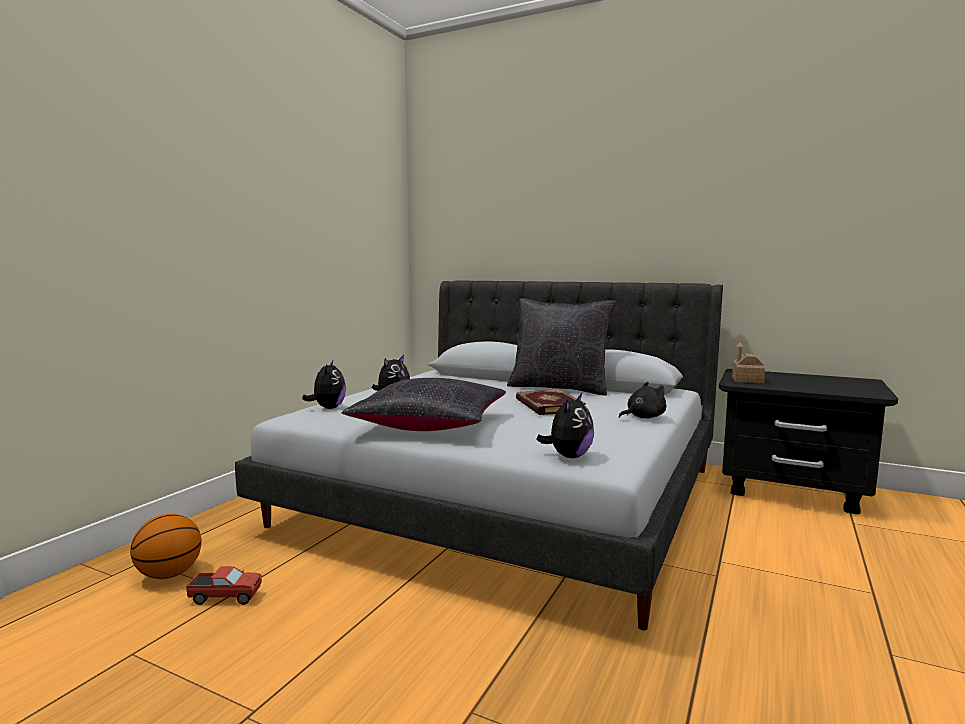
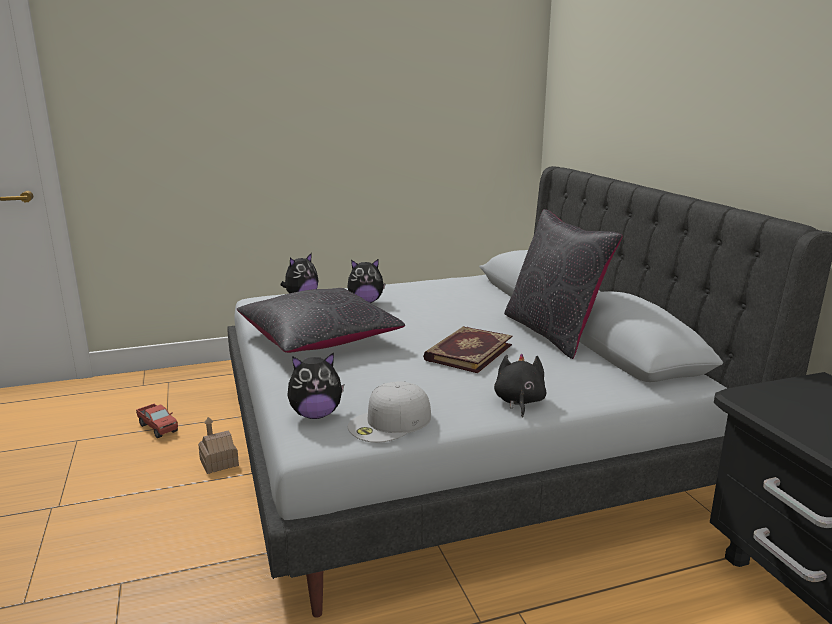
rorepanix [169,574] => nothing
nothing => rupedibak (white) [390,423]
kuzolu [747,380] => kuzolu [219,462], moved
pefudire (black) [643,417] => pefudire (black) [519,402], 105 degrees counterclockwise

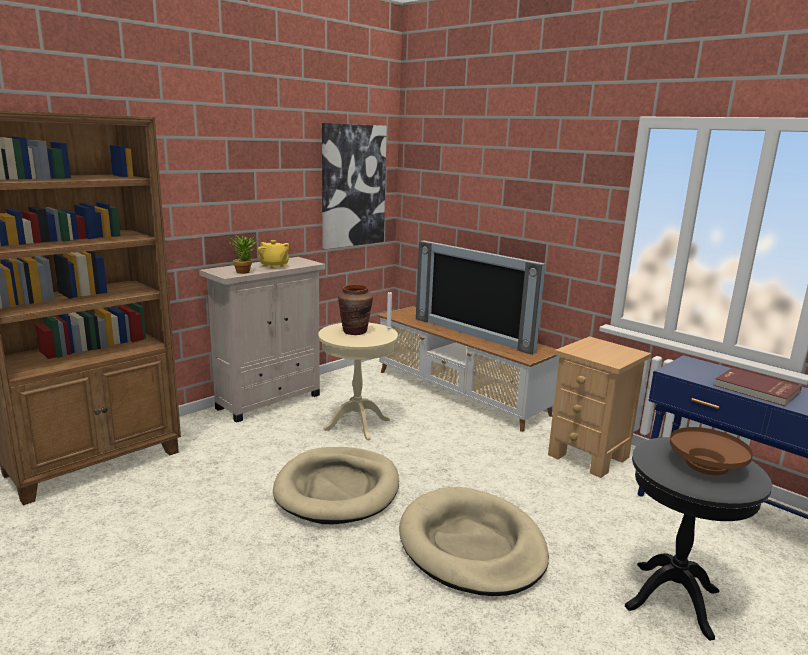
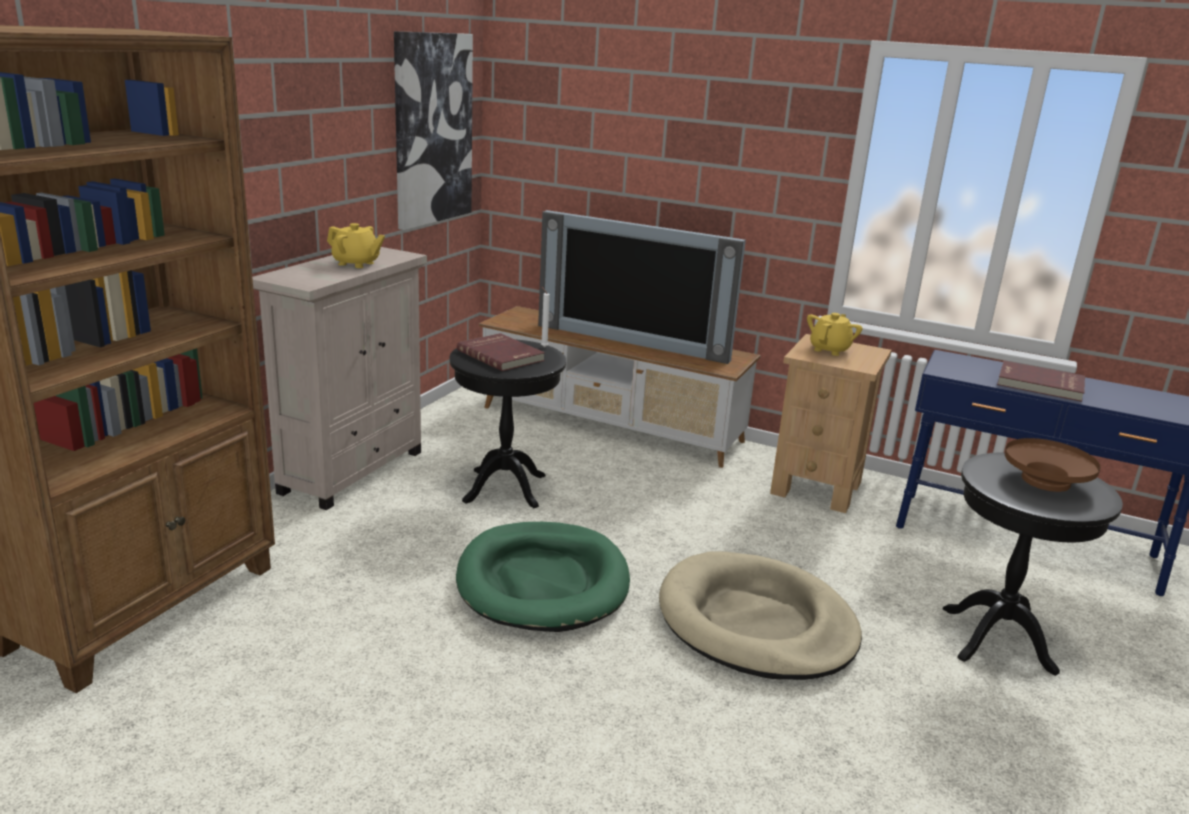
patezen [244,271] => nothing
nothing => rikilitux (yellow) [830,350]
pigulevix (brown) [354,331] => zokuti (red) [501,355]
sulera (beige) [338,489] => sulera (green) [543,582]
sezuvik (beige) [357,424] => sezuvik (black) [505,488]

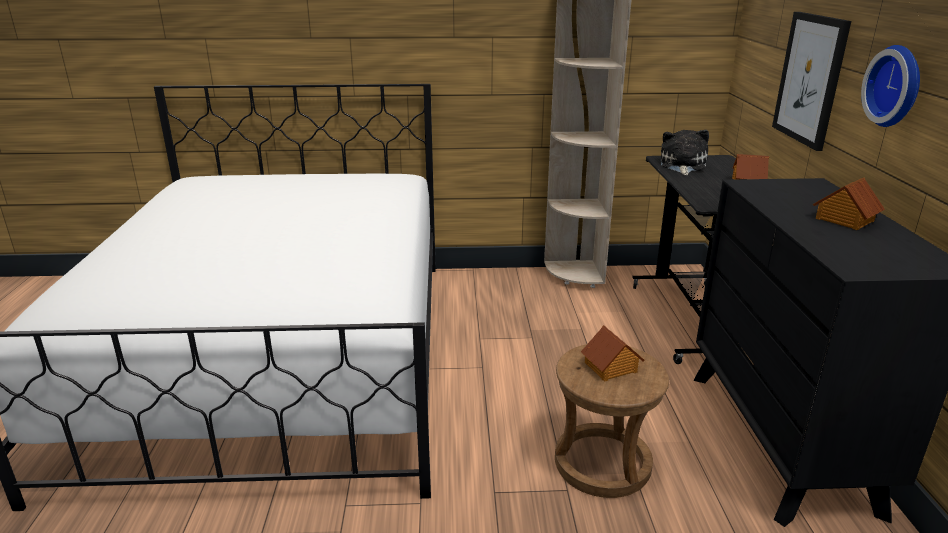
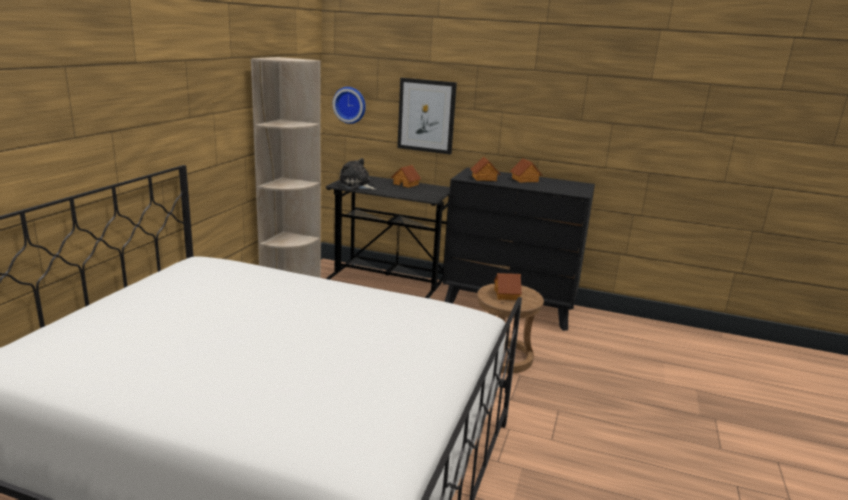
nothing => kuzolu [484,178]
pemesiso [897,86] => pemesiso [350,105], moved

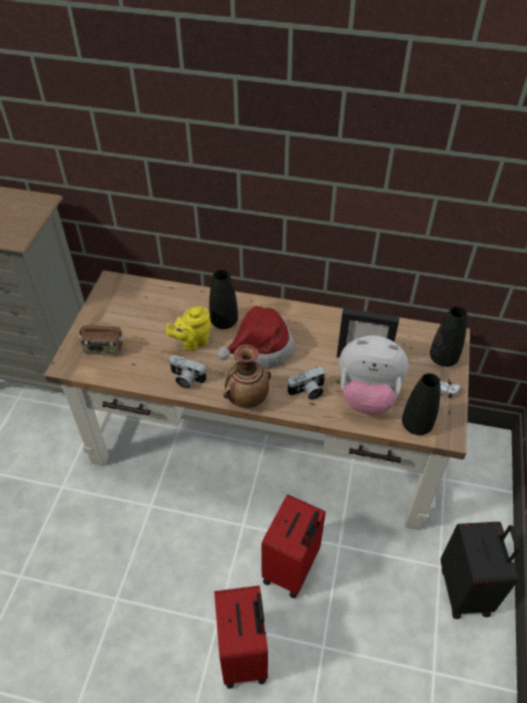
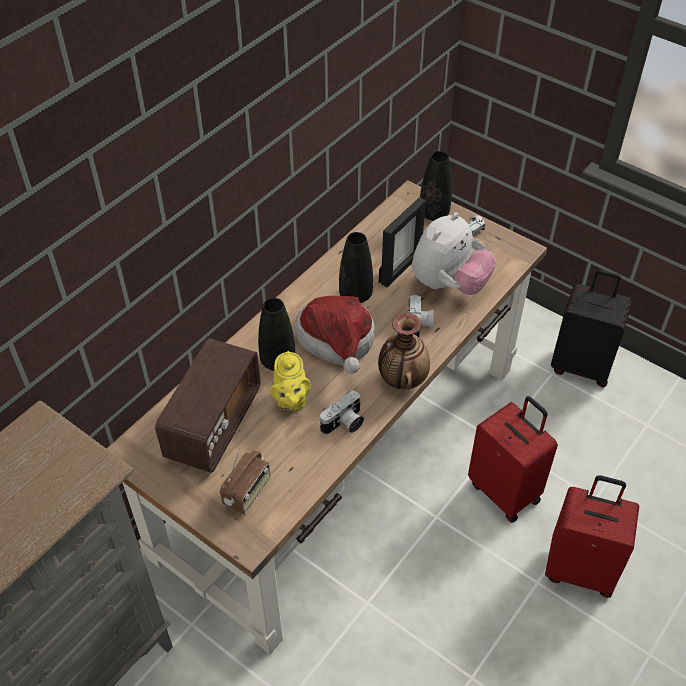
nothing => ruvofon [213,424]
pigulevix (black) [416,425] => pigulevix (black) [355,295], moved

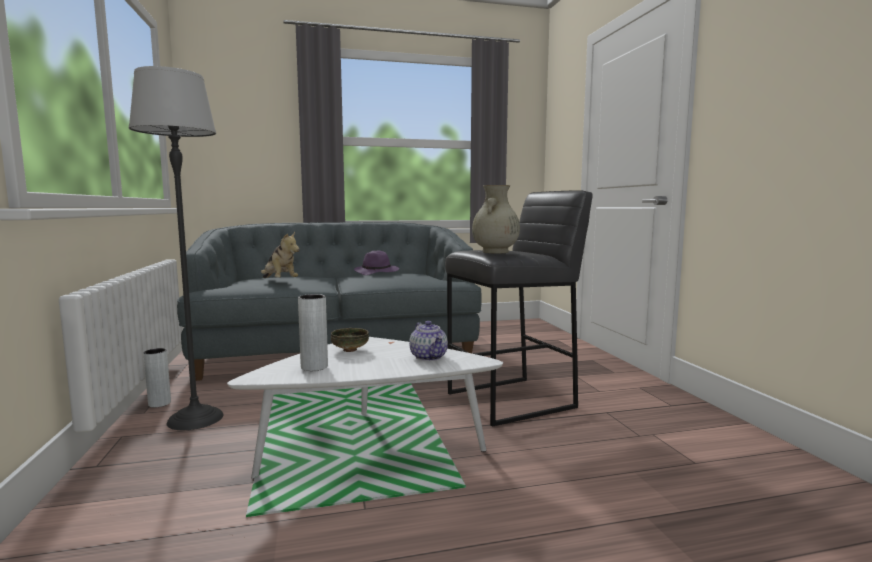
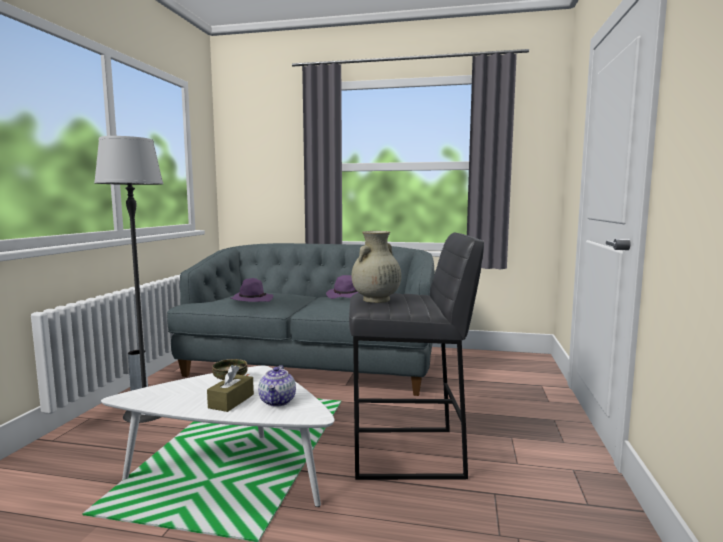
pigulevix (grey) [314,367] => nothing
nothing => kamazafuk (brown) [231,401]
pefudire [279,281] => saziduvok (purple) [252,300]

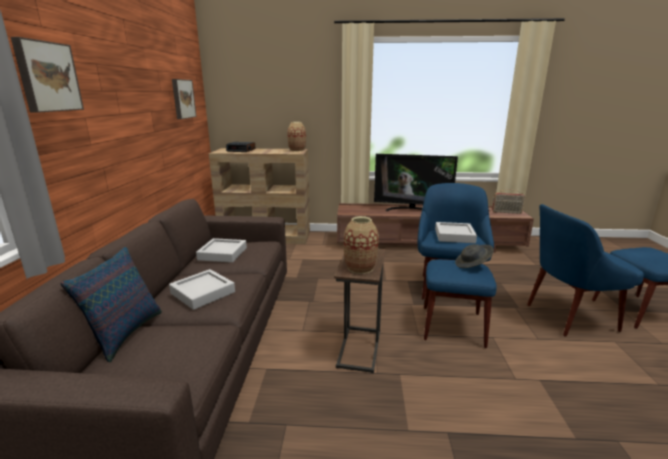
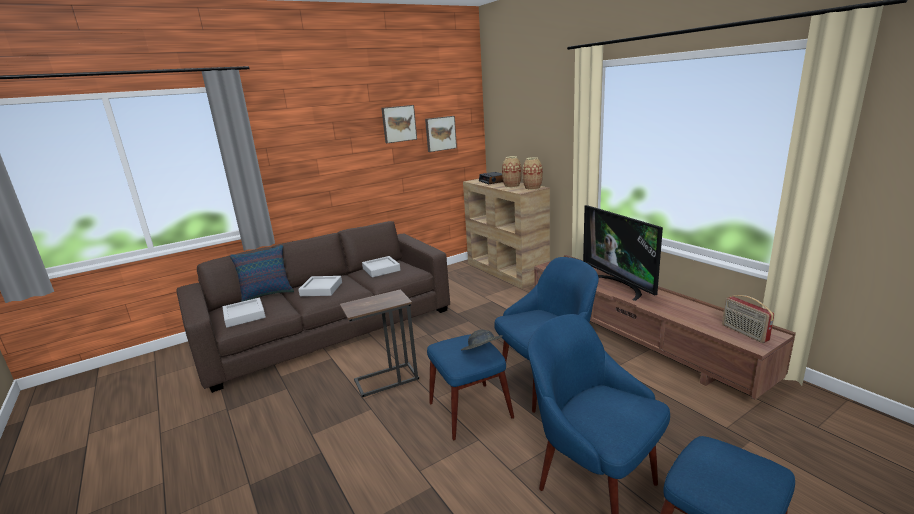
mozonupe [47,77] => mozonupe [398,124], moved
pigulevix [360,268] => pigulevix [512,186], moved
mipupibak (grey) [454,236] => mipupibak (grey) [244,316], moved

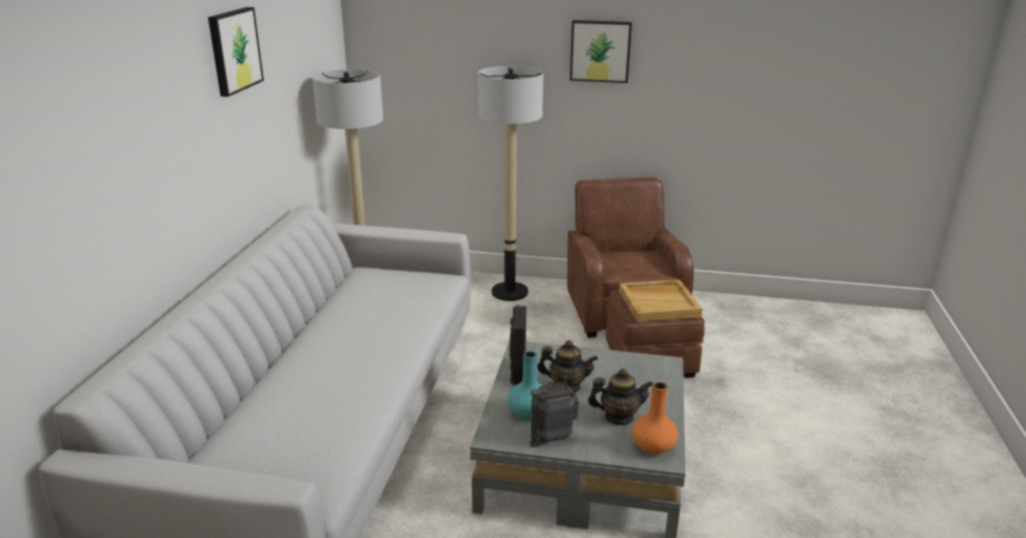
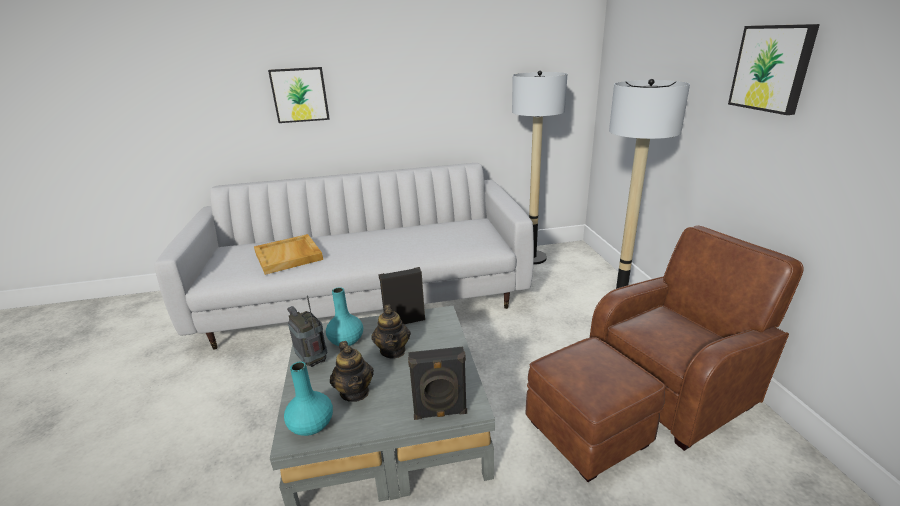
nothing => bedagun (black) [440,413]
mozonupe [233,50] => mozonupe [300,95], moved
mipupibak (beige) [659,303] => mipupibak (beige) [289,256], moved
pigulevix (orange) [652,446] => pigulevix (turquoise) [311,425]

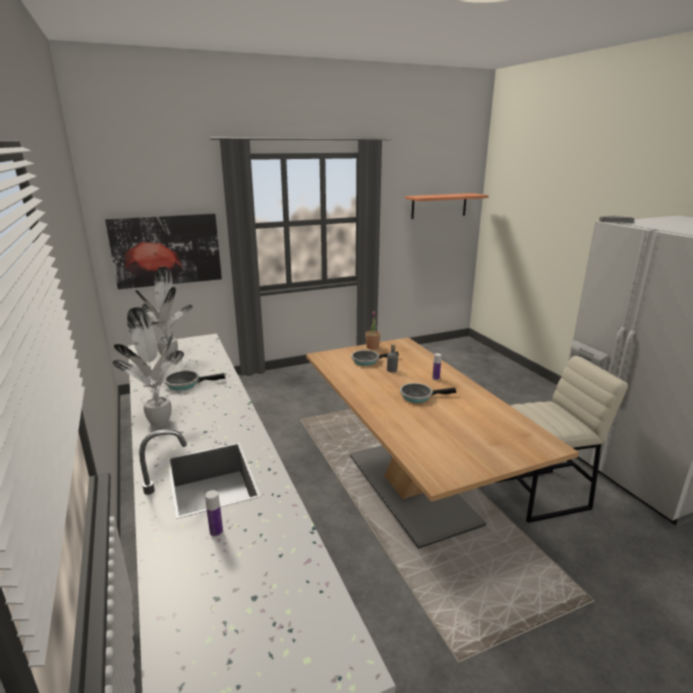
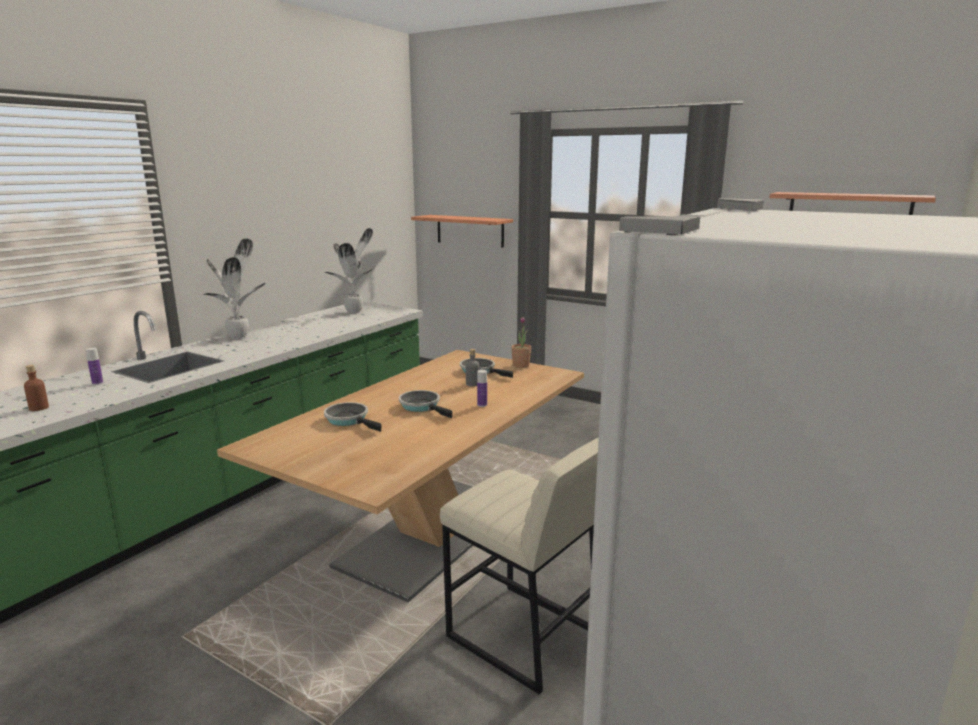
nothing => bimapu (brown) [39,408]
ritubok [186,383] => ritubok [349,420], moved
mozonupe [166,250] => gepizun [470,230]

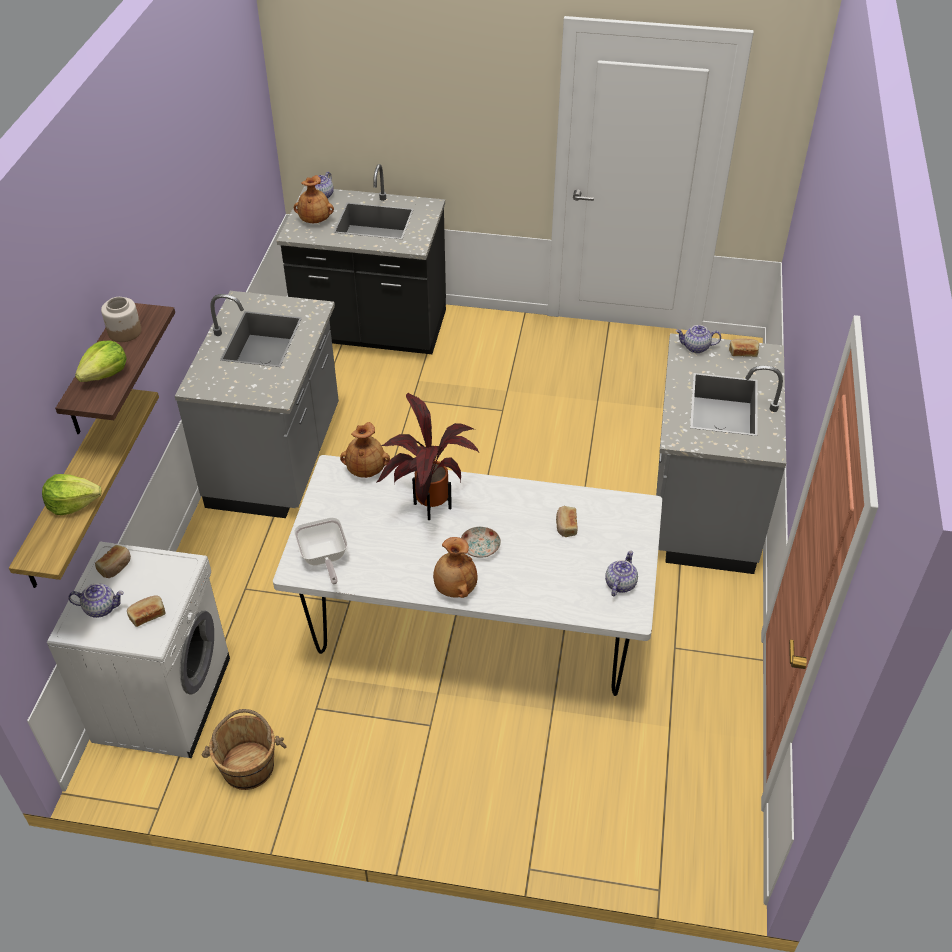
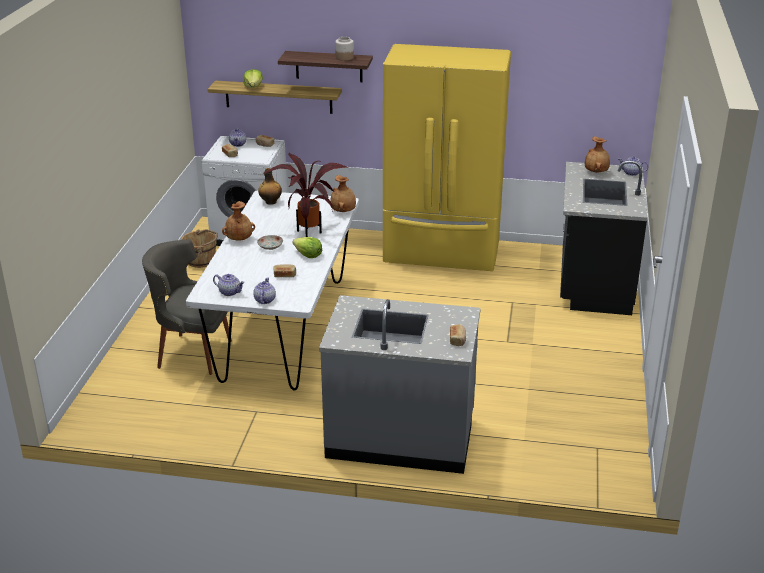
nothing => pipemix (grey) [195,355]
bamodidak [105,374] => bamodidak [308,255], moved
rikilitux [695,347] => rikilitux [264,300], moved
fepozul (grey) [277,459] => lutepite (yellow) [441,254]
ritubok [324,558] => bimapu [270,202]

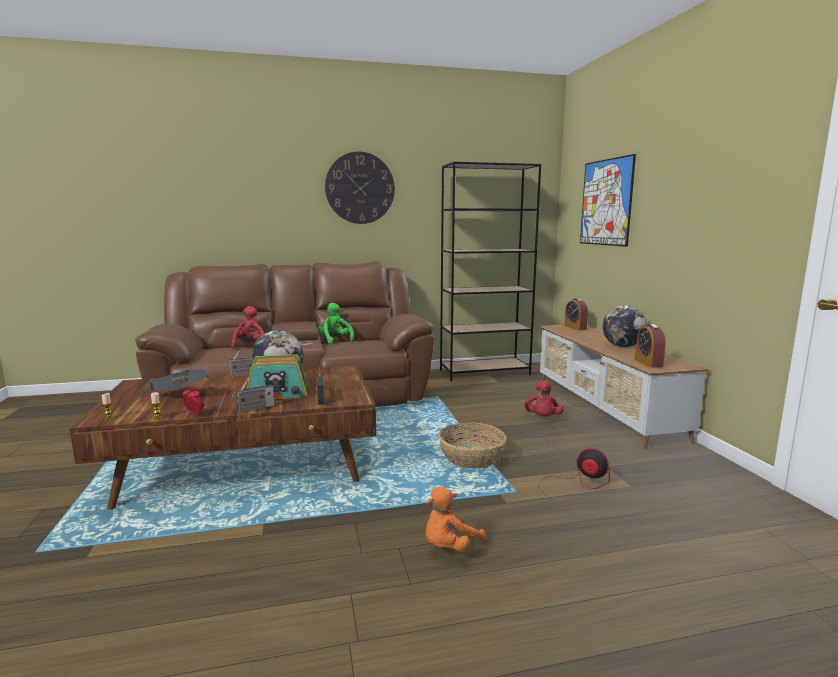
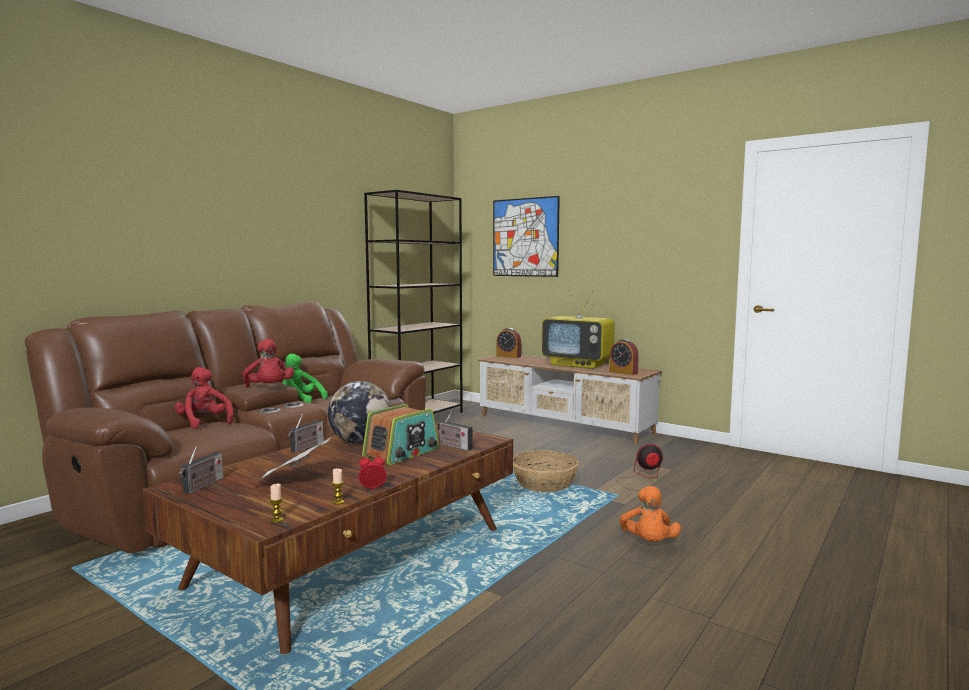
pemesiso [360,188] => nothing
ruvofon [254,409] => ruvofon [202,486], moved
pefudire (red) [542,418] => pefudire (red) [269,388], moved
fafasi [622,346] => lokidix [578,364]

